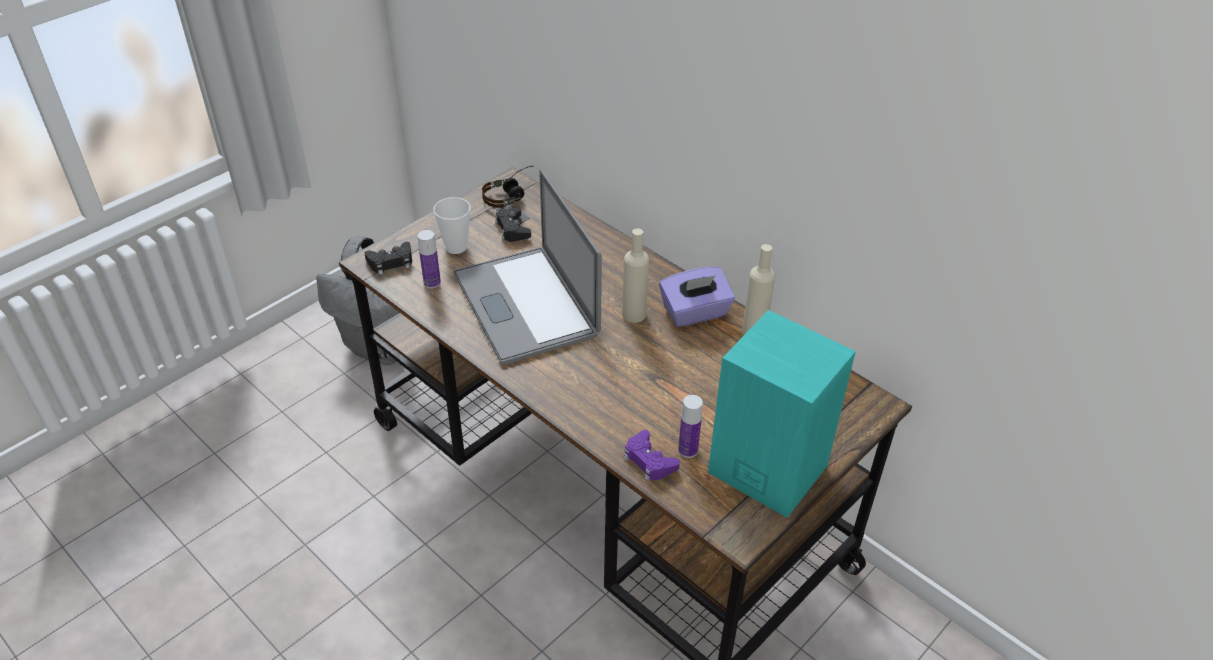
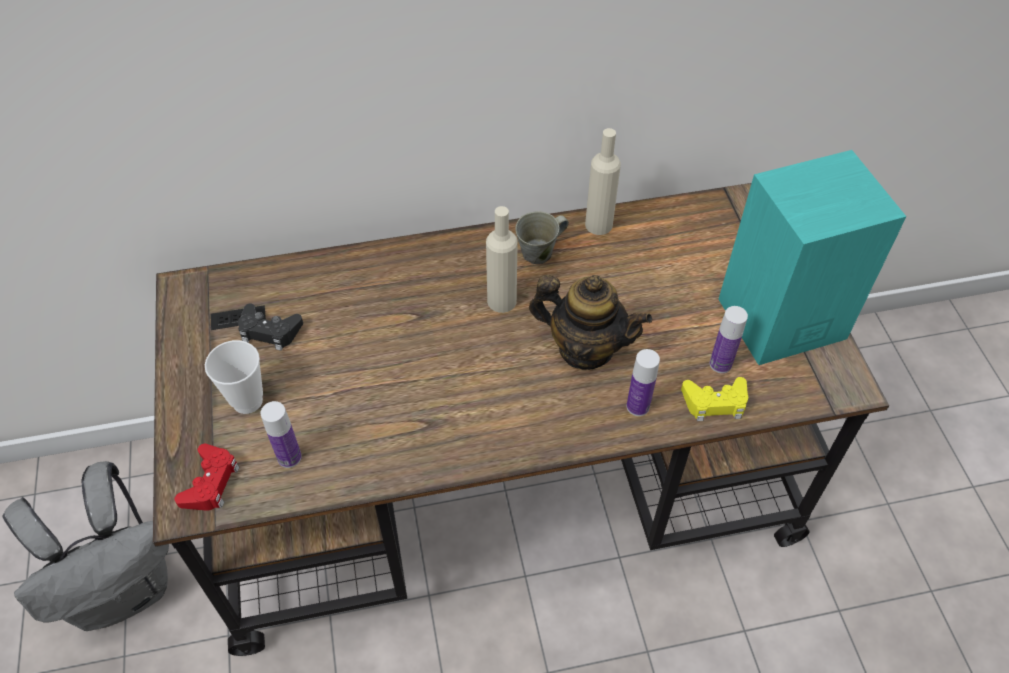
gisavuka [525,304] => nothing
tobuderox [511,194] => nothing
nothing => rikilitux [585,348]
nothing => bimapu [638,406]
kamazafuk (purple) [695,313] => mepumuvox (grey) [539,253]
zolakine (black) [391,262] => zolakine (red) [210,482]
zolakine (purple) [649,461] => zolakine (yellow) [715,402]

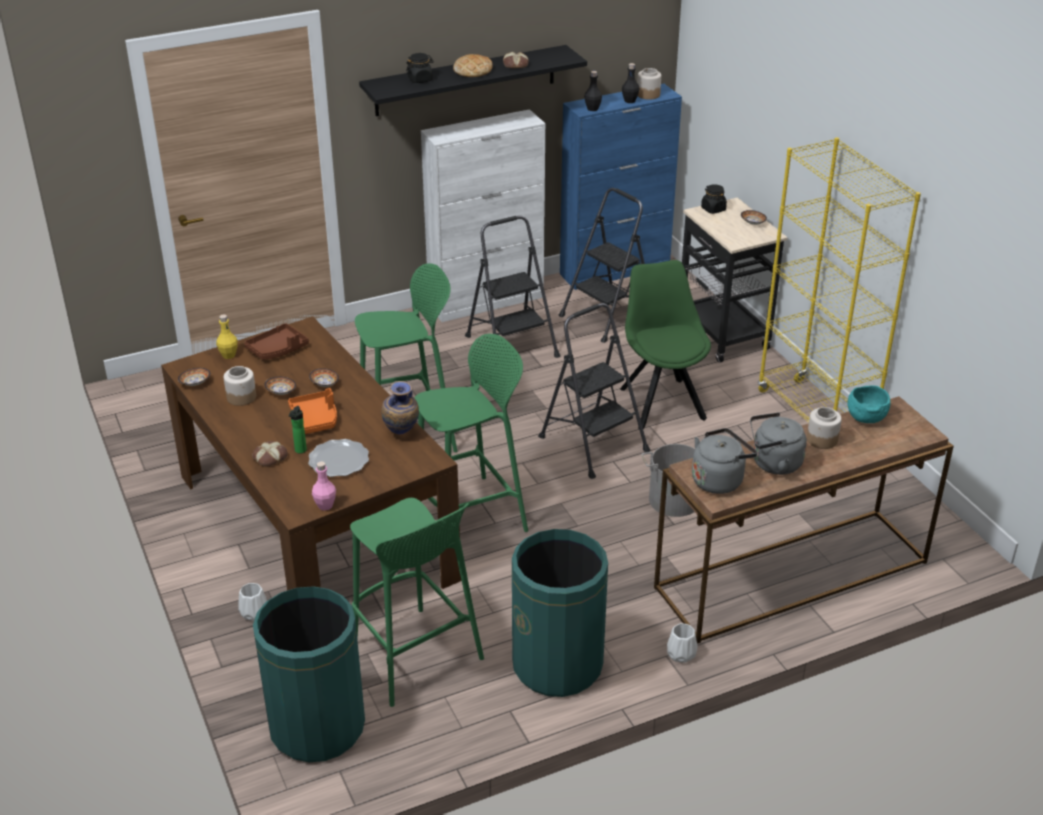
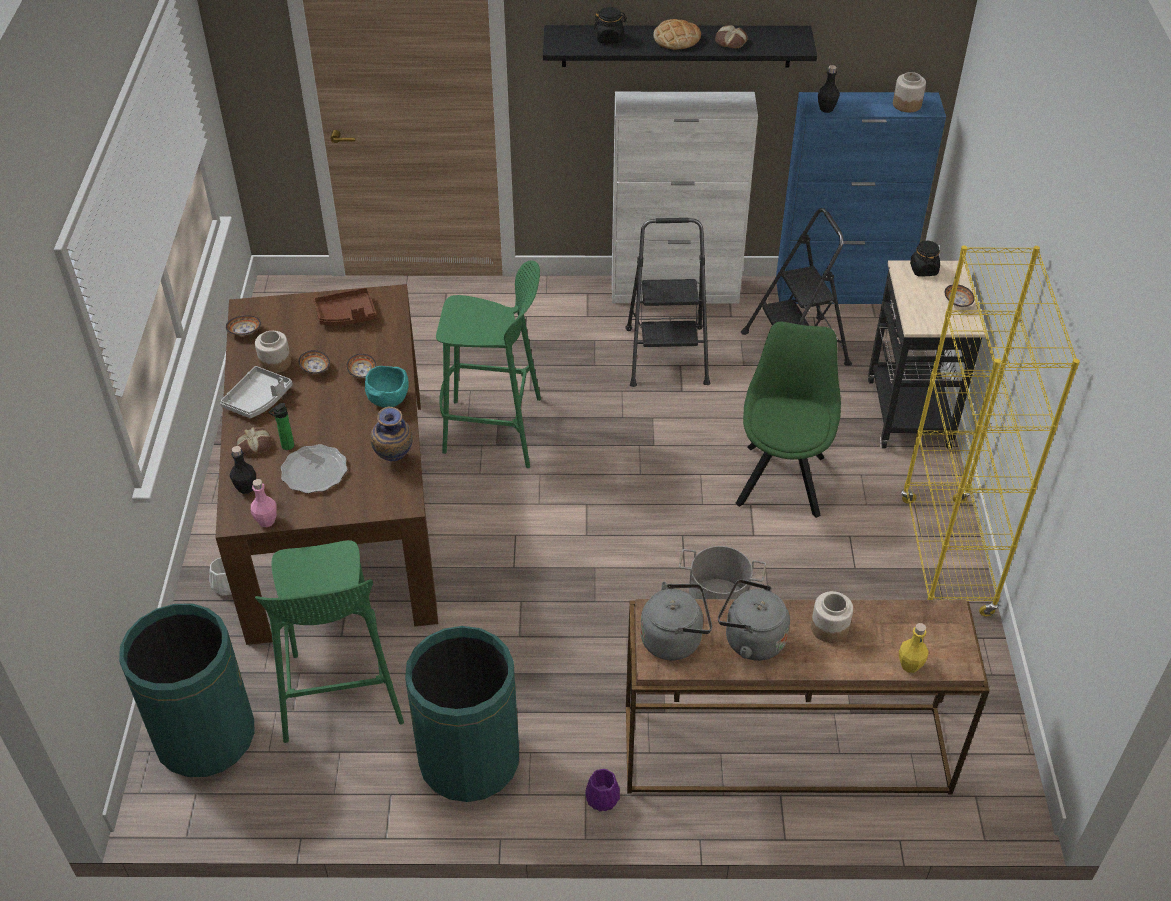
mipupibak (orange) [315,419] => nothing
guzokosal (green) [471,515] => nothing
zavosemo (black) [591,441] => nothing
nothing => mipupibak (grey) [258,399]
bimapu (yellow) [228,355] => bimapu (yellow) [910,665], moved
bimapu (black) [630,101] => bimapu (black) [246,488], moved
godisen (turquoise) [865,418] => godisen (turquoise) [388,399], moved
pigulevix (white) [681,654] => pigulevix (purple) [601,800]

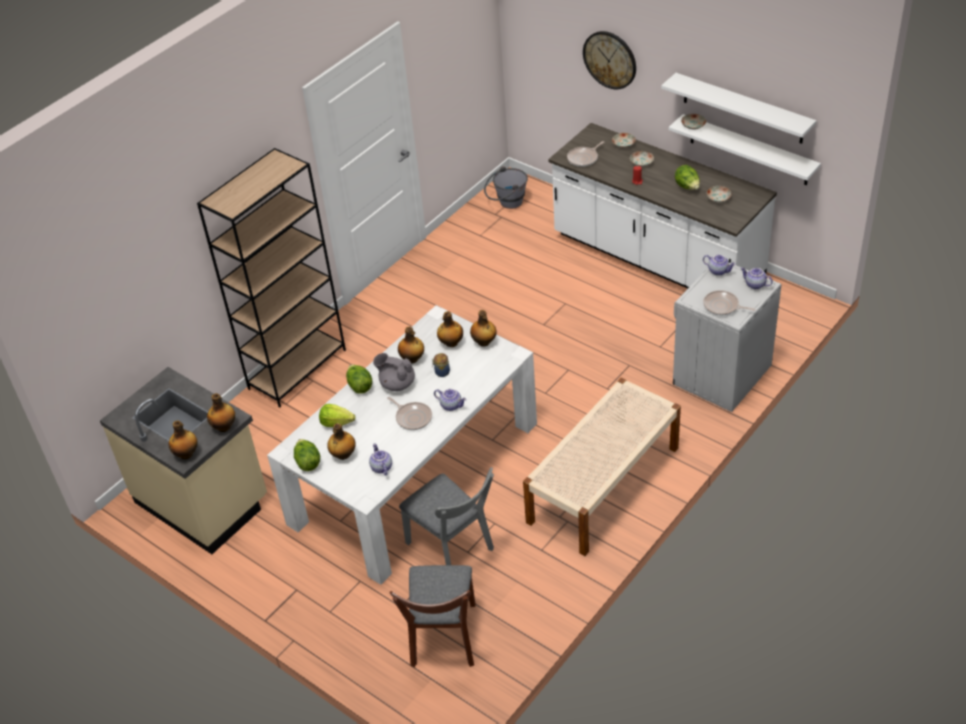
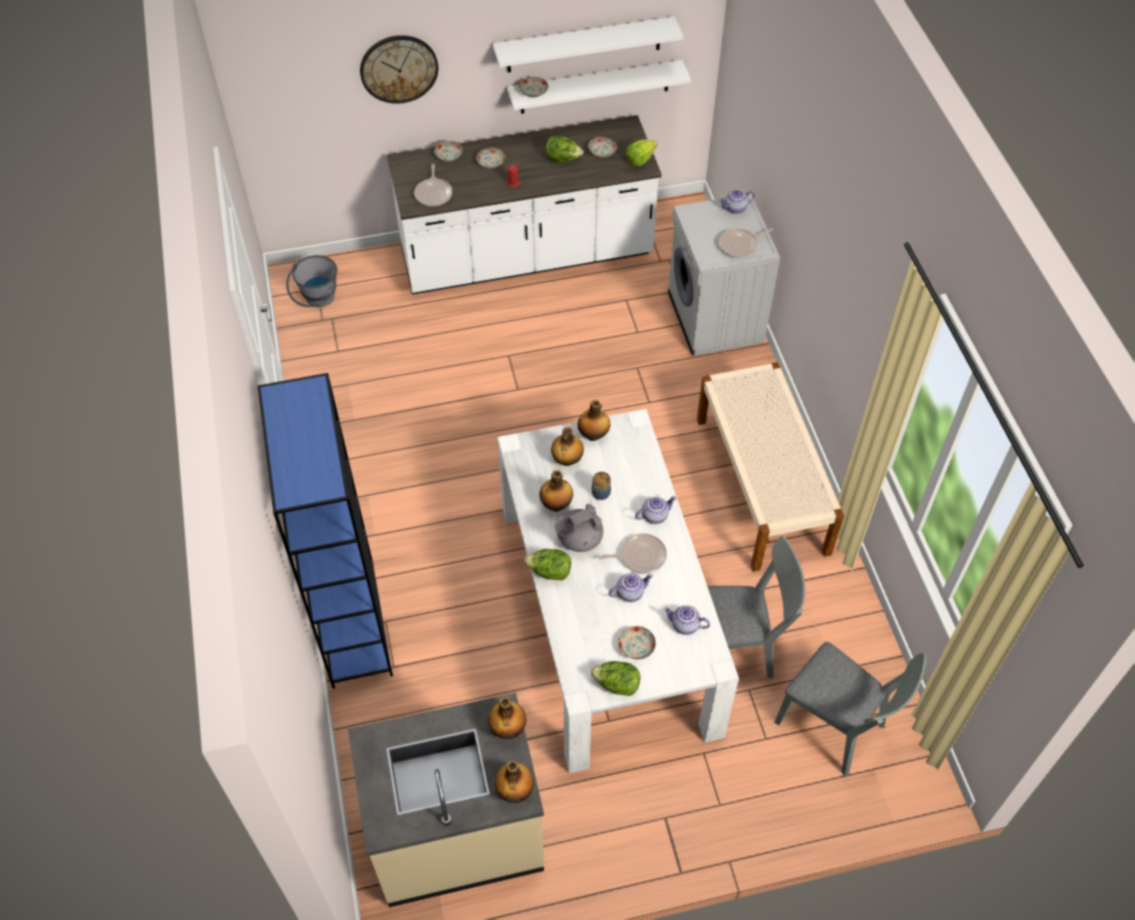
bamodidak [336,423] => bamodidak [640,159], moved
rikilitux [718,271] => rikilitux [630,592], moved
bimapu [343,455] => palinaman [636,647]
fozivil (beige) [297,369] => fozivil (blue) [352,624]
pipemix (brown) [443,640] => pipemix (grey) [836,729]

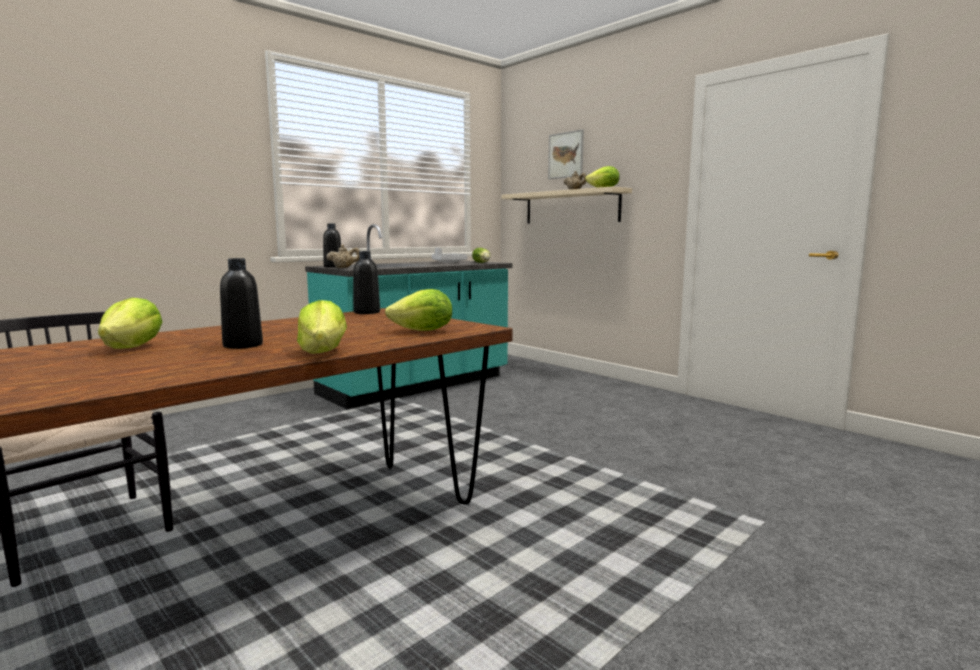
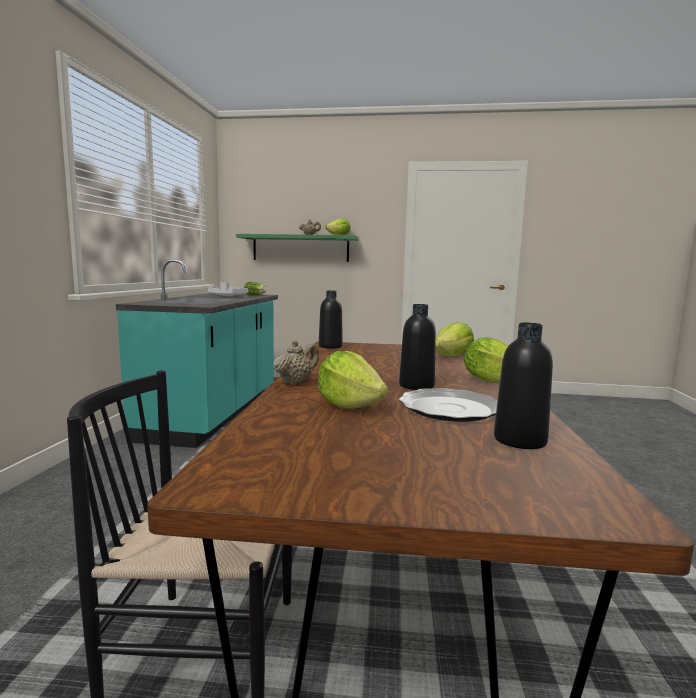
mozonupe [566,155] => nothing
nothing => palinaman [450,409]
bimapu (black) [333,267] => bimapu (black) [520,440], moved
rikilitux (beige) [344,268] => rikilitux (beige) [296,382], moved
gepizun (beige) [571,207] => gepizun (green) [300,248]

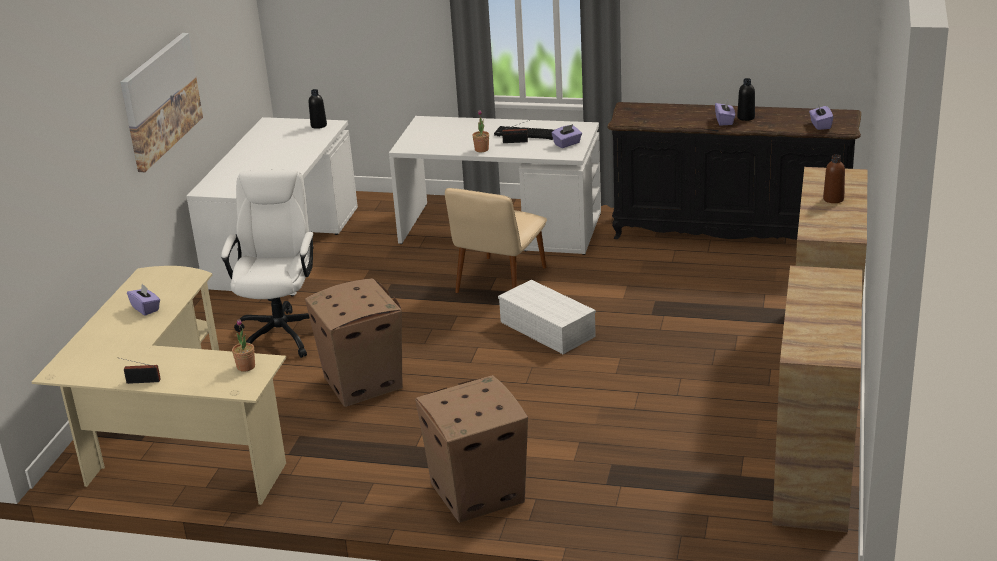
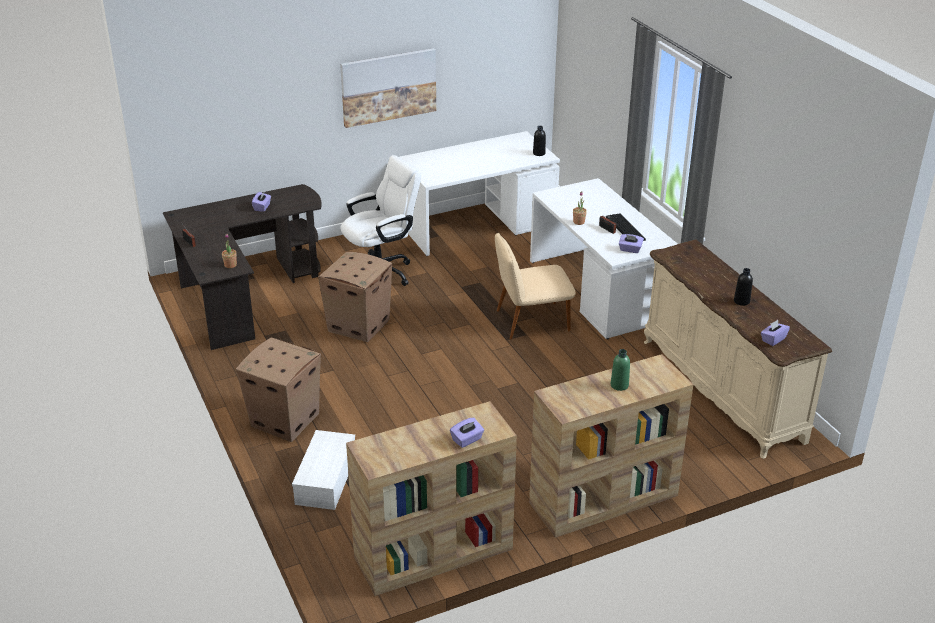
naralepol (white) [549,329] => naralepol (white) [326,480], moved
kamazafuk (purple) [724,121] => kamazafuk (purple) [467,440], moved
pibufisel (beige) [173,442] => pibufisel (black) [242,293]
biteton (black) [730,233] => biteton (beige) [719,390]
bimapu (brown) [833,199] => bimapu (green) [619,385]

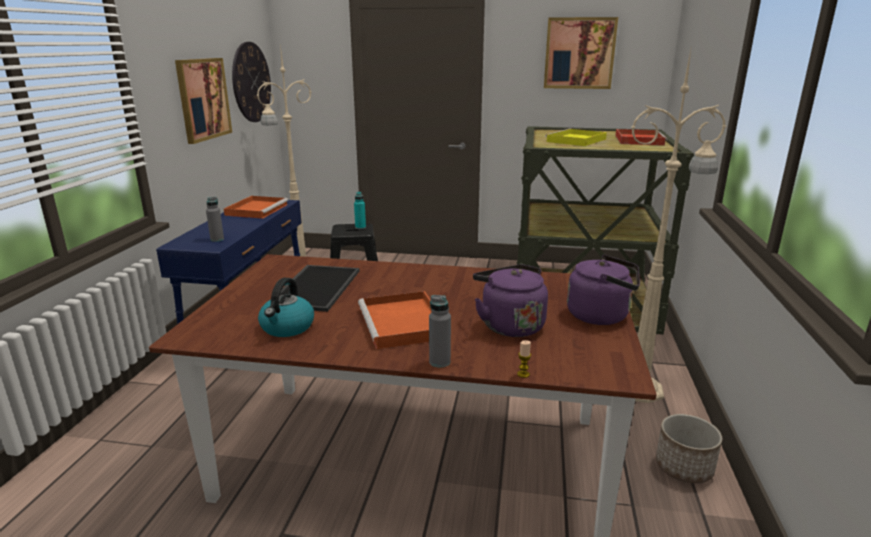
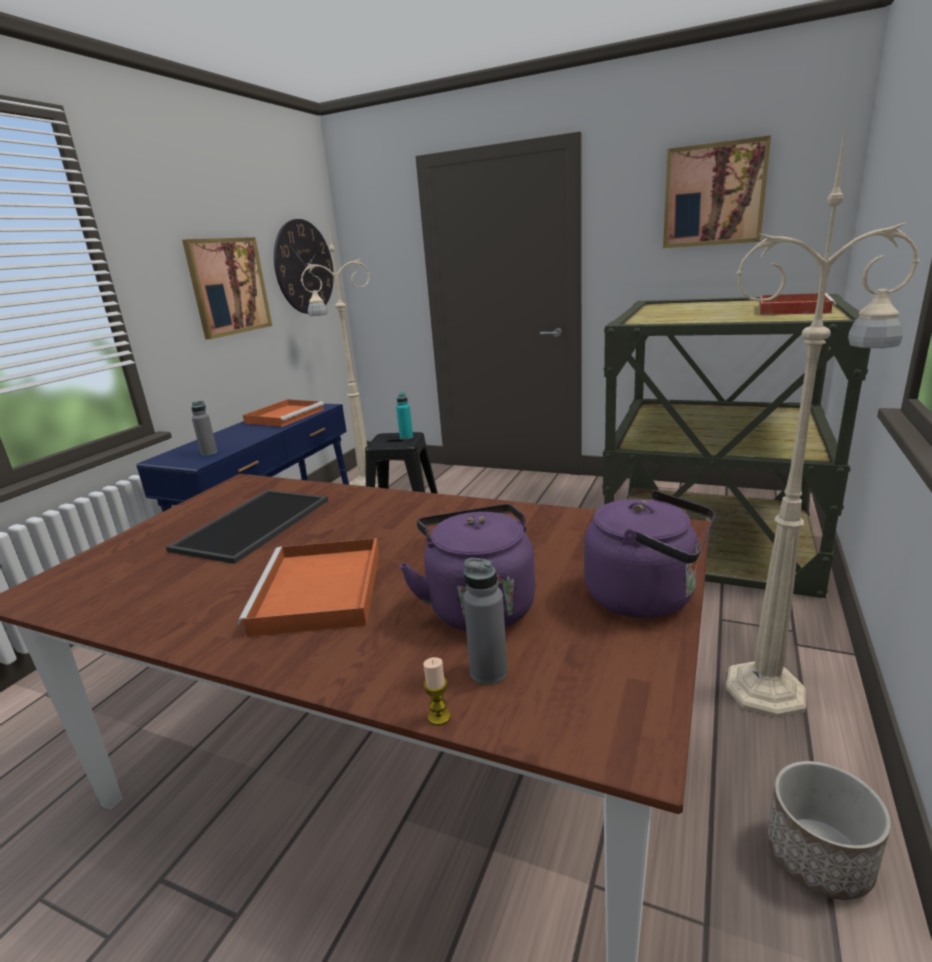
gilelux [287,327] => nothing
mipupibak (yellow) [576,140] => nothing
bimapu (grey) [439,362] => bimapu (grey) [488,672], moved

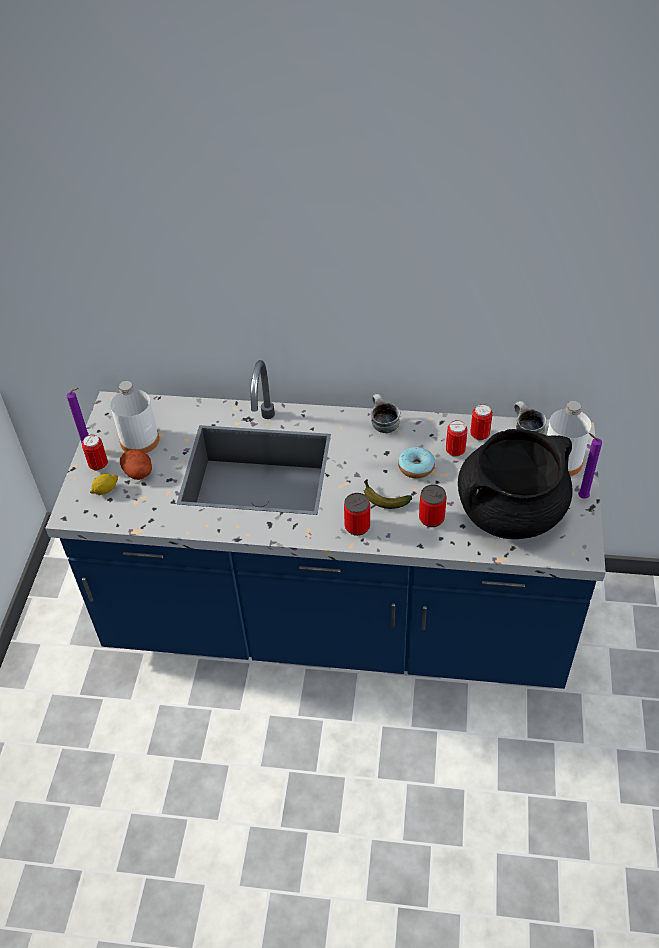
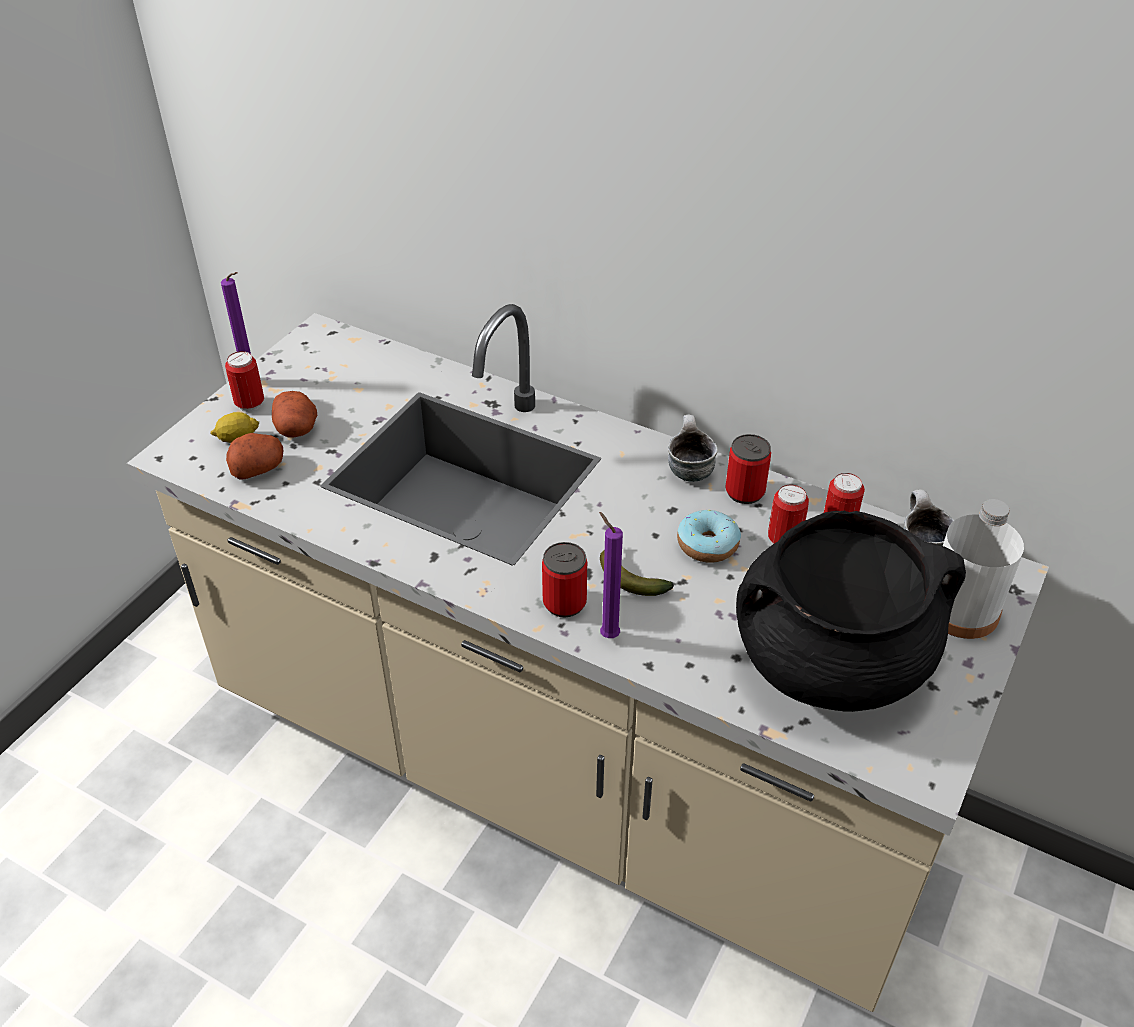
bimapu (white) [139,440] => nothing
nothing => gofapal [258,468]
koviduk [431,518] => koviduk [744,492], moved
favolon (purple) [581,497] => favolon (purple) [607,634], moved
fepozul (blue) [336,622] => fepozul (beige) [567,771]

